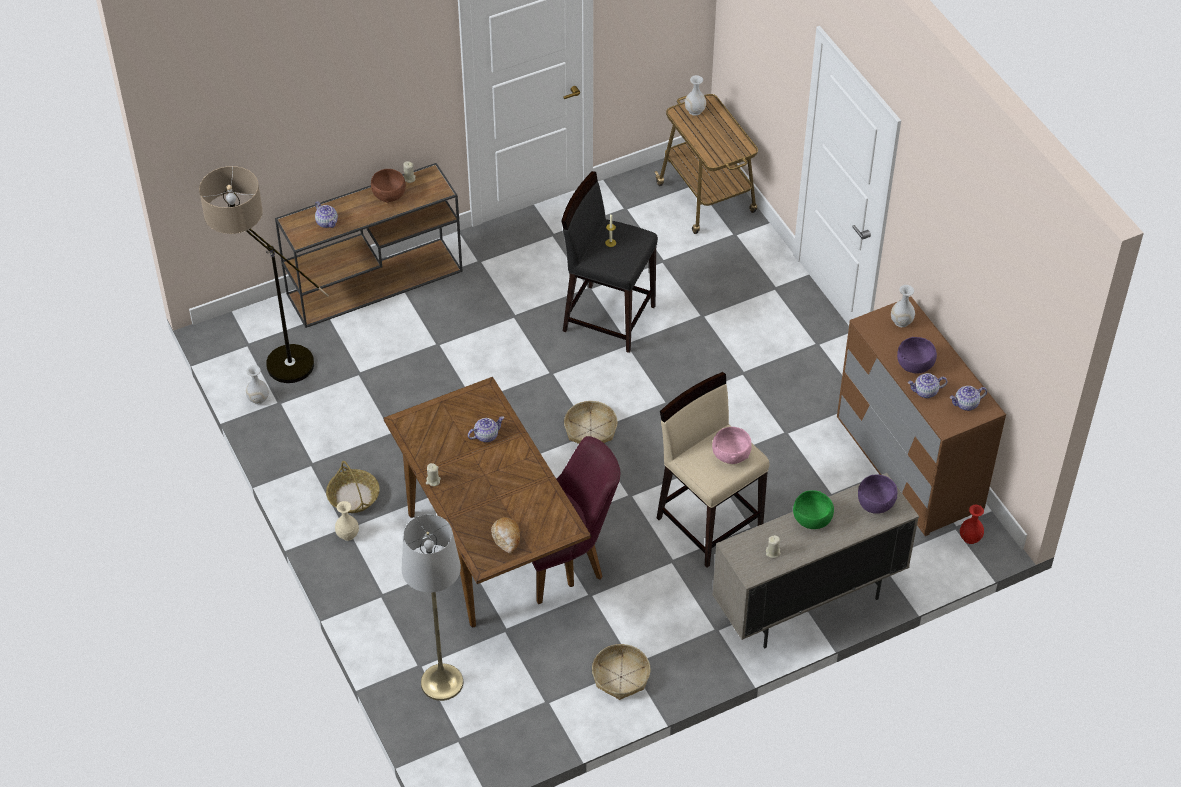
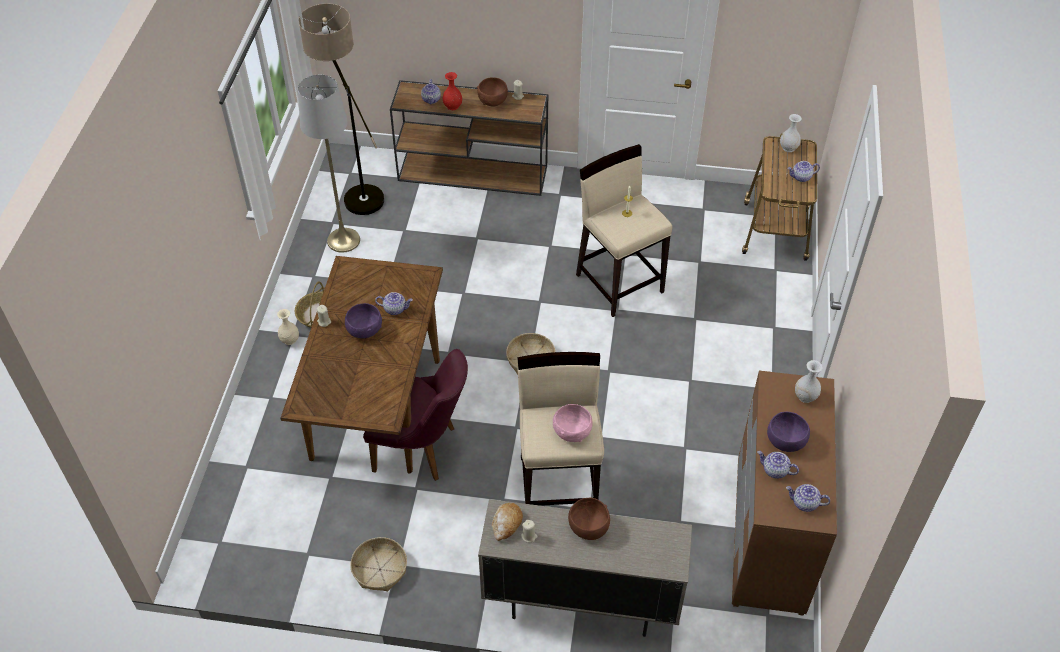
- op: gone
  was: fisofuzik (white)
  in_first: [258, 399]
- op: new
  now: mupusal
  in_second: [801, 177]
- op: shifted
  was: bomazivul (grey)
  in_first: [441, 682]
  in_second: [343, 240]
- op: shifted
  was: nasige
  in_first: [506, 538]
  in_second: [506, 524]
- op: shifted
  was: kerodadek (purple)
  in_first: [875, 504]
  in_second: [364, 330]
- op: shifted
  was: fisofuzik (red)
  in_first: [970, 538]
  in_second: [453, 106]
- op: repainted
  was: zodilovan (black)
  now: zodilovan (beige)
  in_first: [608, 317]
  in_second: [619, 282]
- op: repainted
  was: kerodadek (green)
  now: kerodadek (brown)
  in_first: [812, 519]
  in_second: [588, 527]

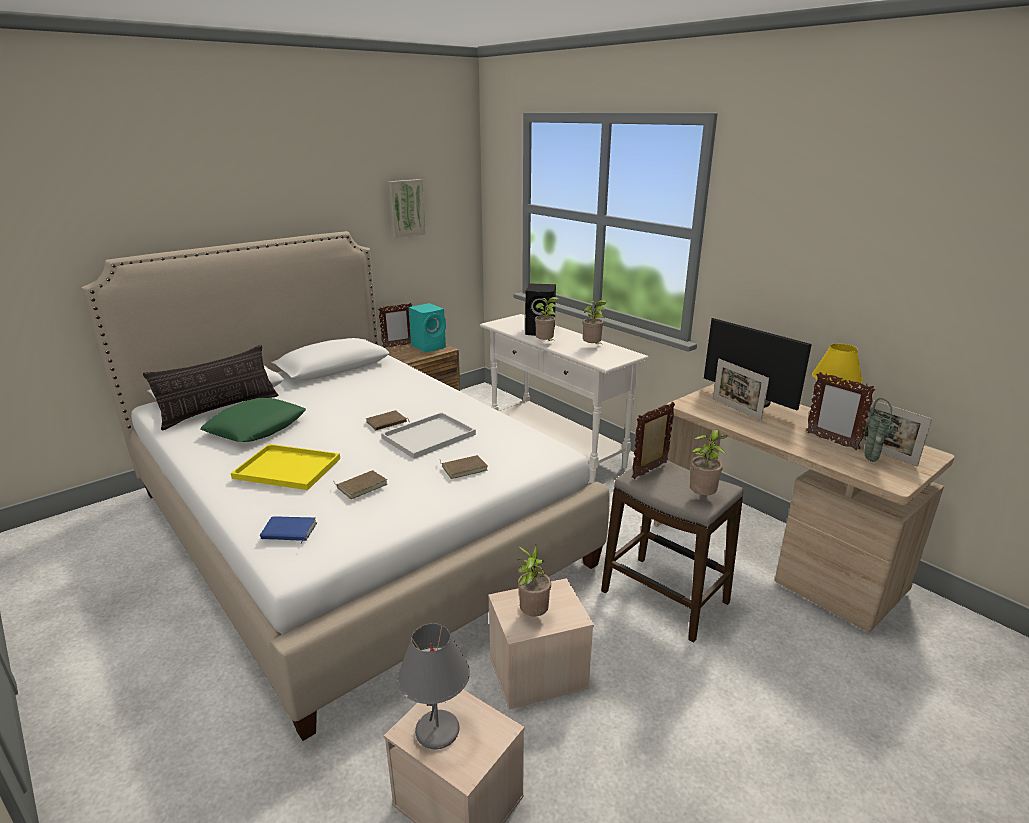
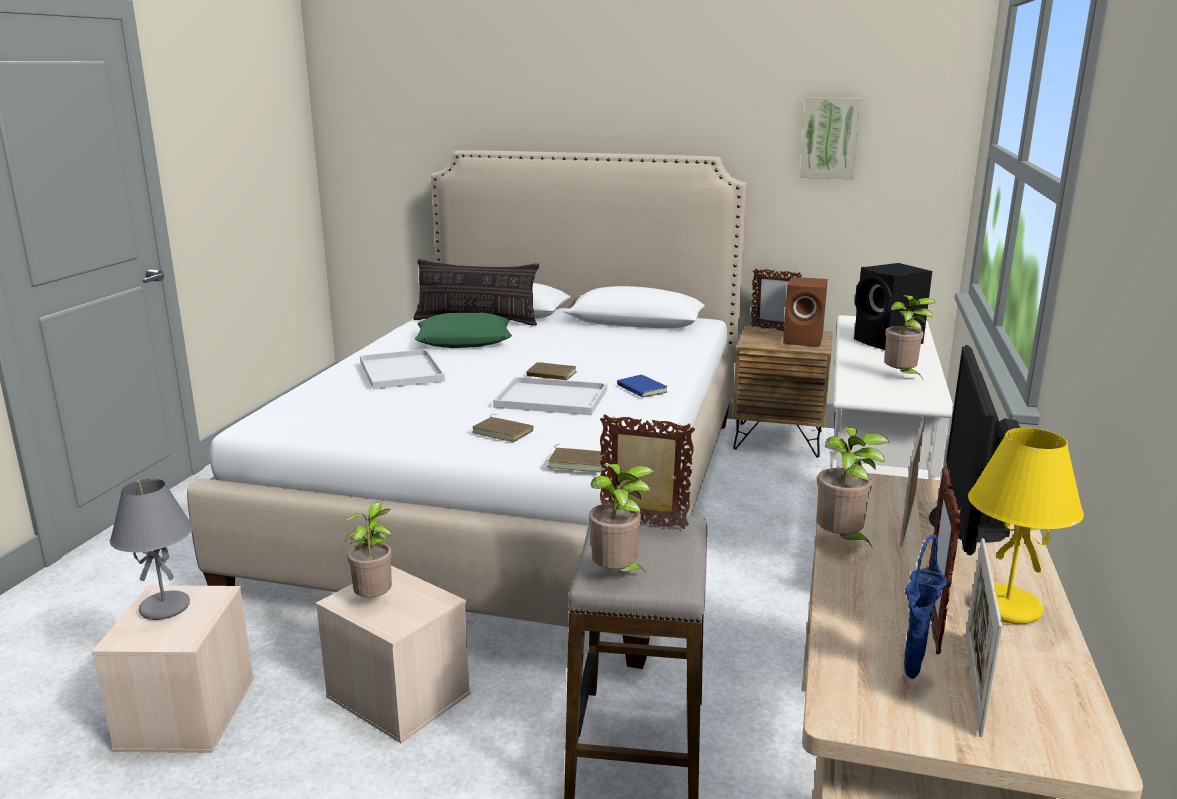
- op: shifted
  was: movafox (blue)
  in_first: [288, 532]
  in_second: [640, 389]
- op: shifted
  was: movafox (brown)
  in_first: [361, 486]
  in_second: [579, 462]
- op: shifted
  was: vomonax
  in_first: [545, 343]
  in_second: [841, 542]
- op: repainted
  was: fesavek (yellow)
  now: fesavek (white)
  in_first: [289, 468]
  in_second: [402, 371]
- op: repainted
  was: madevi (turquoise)
  now: madevi (brown)
  in_first: [429, 346]
  in_second: [804, 340]
- op: repainted
  was: fisofuzik (green)
  now: fisofuzik (blue)
  in_first: [871, 461]
  in_second: [911, 677]

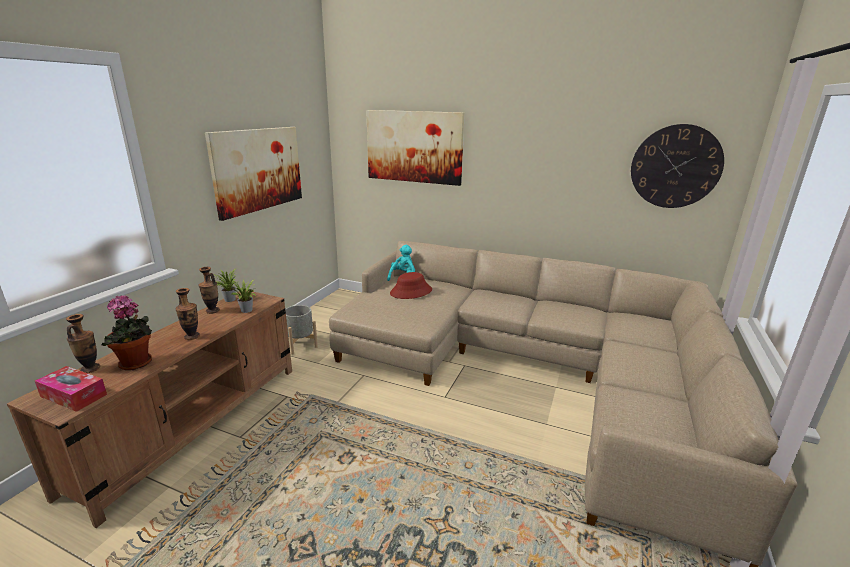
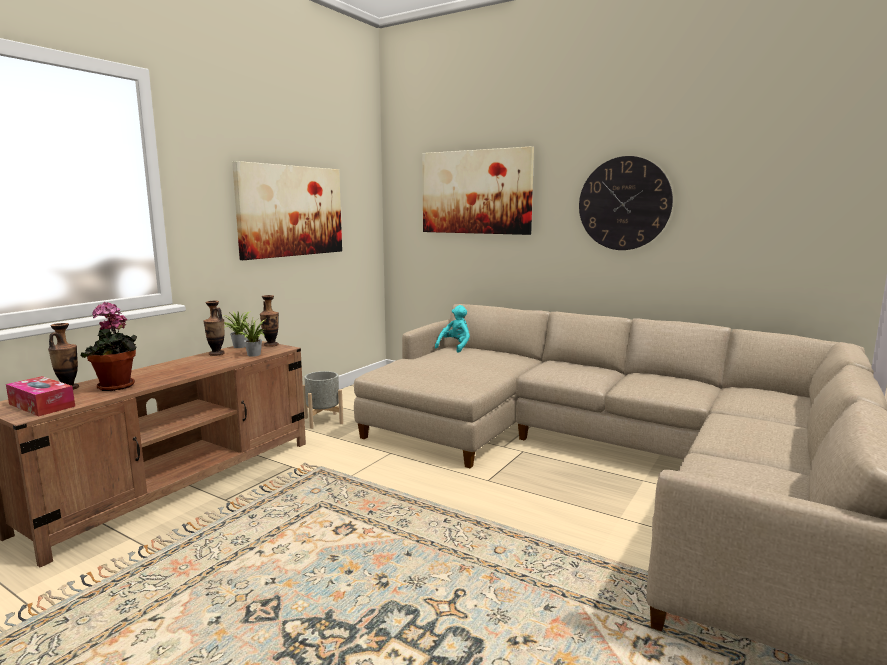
- op: gone
  was: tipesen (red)
  in_first: [411, 292]
- op: shifted
  was: fisofuzik
  in_first: [192, 336]
  in_second: [271, 345]
- op: shifted
  was: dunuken
  in_first: [675, 167]
  in_second: [624, 203]

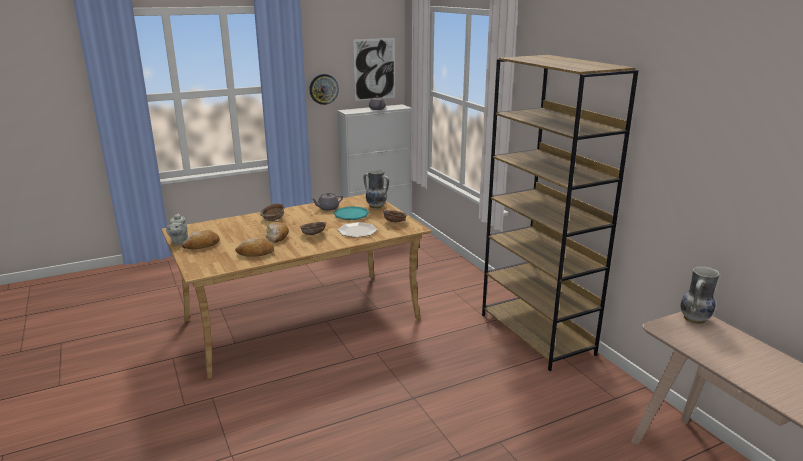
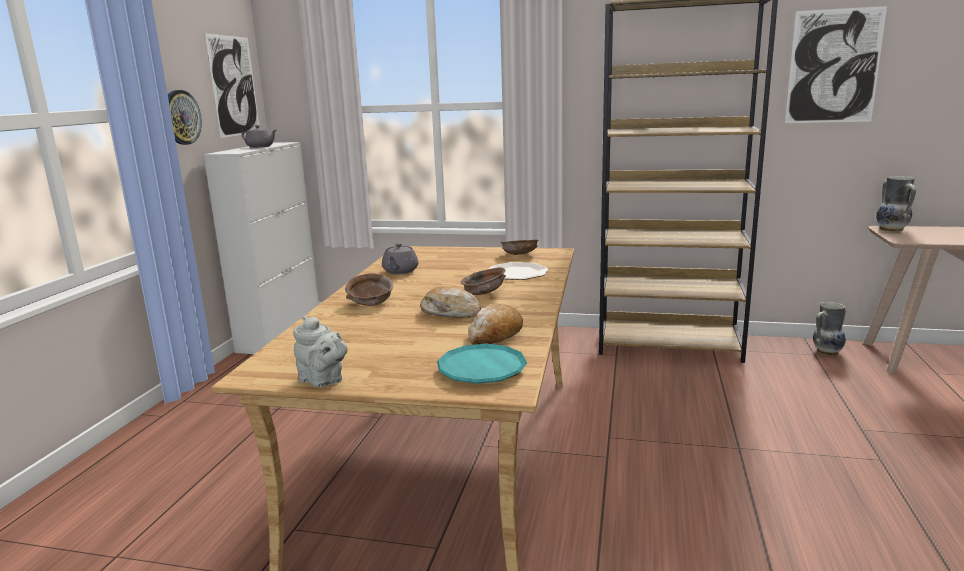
- op: gone
  was: nasige
  in_first: [202, 245]
- op: new
  now: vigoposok
  in_second: [833, 66]
- op: shifted
  was: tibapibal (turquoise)
  in_first: [351, 216]
  in_second: [482, 370]
- op: shifted
  was: fisofuzik
  in_first: [376, 206]
  in_second: [826, 352]

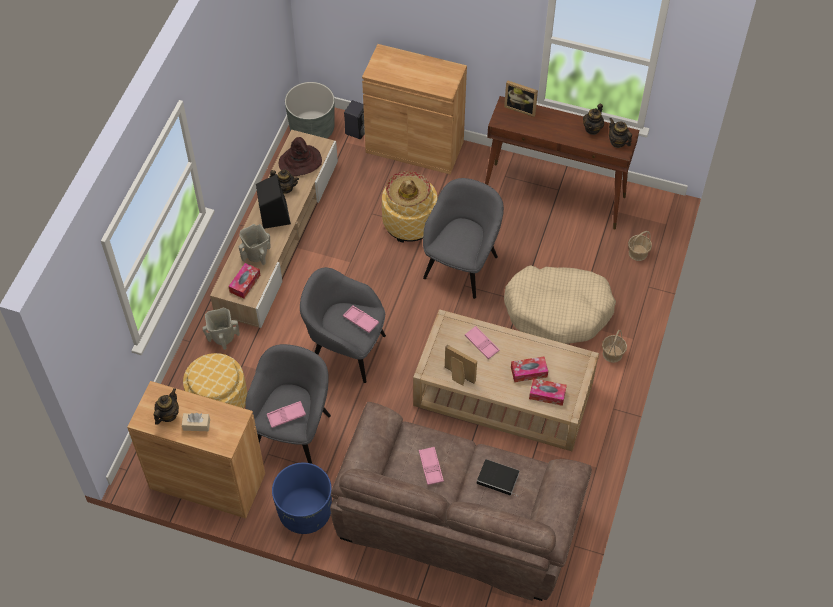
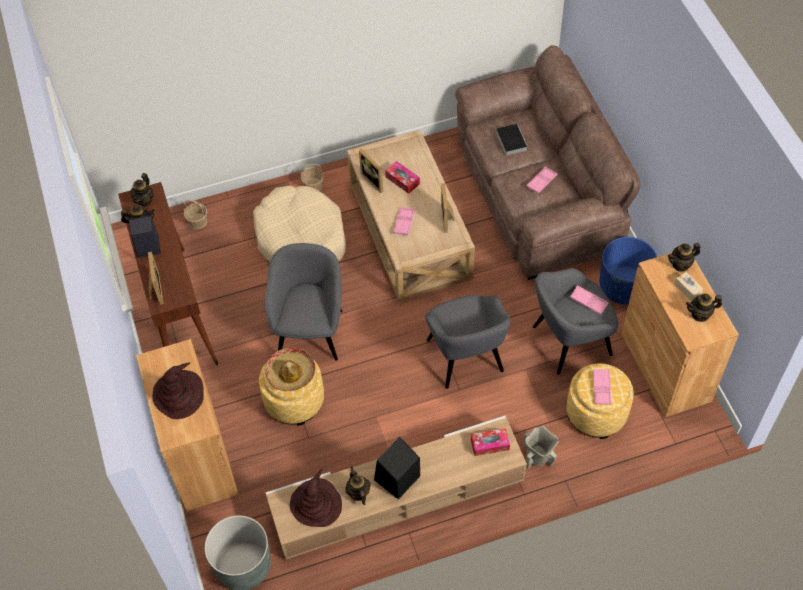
- op: gone
  was: fisofuzik (beige)
  in_first: [256, 255]
- op: gone
  was: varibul
  in_first: [547, 394]
- op: new
  now: tipesen (brown)
  in_second: [179, 395]
- op: new
  now: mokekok
  in_second: [375, 180]
- op: new
  now: mupusal
  in_second: [681, 264]
- op: shifted
  was: fesavek (pink)
  in_first: [360, 320]
  in_second: [601, 388]
- op: shifted
  was: madevi (black)
  in_first: [357, 129]
  in_second: [147, 248]
- op: rotated
  was: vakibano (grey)
  in_first: [461, 265]
  in_second: [310, 331]
  clockwise: 105

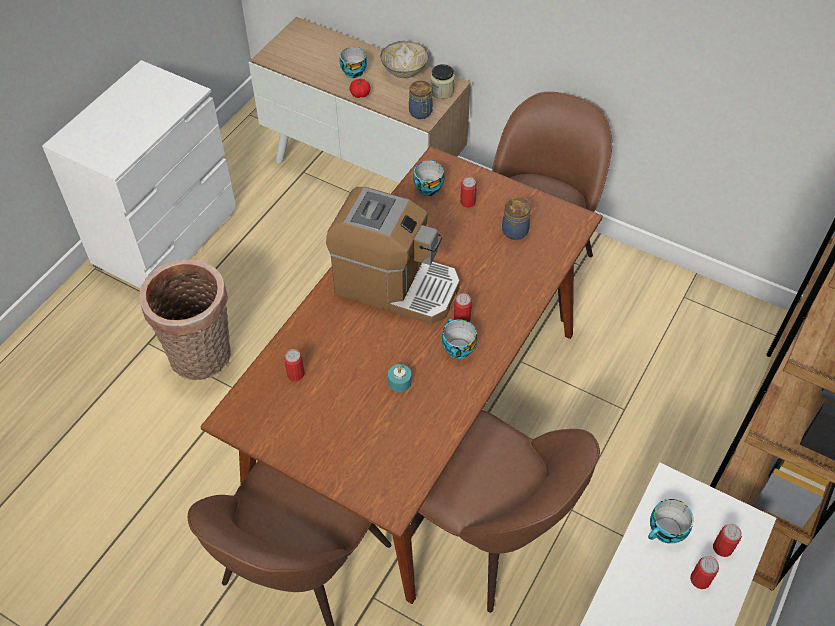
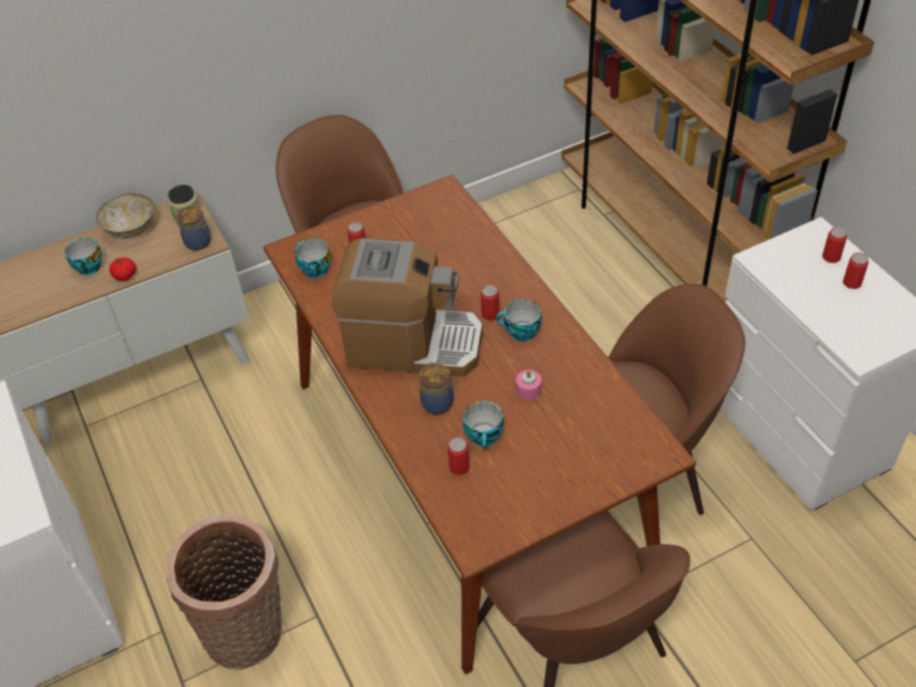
- op: shifted
  was: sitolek
  in_first: [516, 230]
  in_second: [437, 401]
- op: shifted
  was: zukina
  in_first: [666, 532]
  in_second: [485, 437]
- op: repainted
  was: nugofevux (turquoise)
  now: nugofevux (pink)
  in_first: [399, 382]
  in_second: [528, 390]
- op: rotated
  was: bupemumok
  in_first: [396, 285]
  in_second: [413, 344]
  clockwise: 45

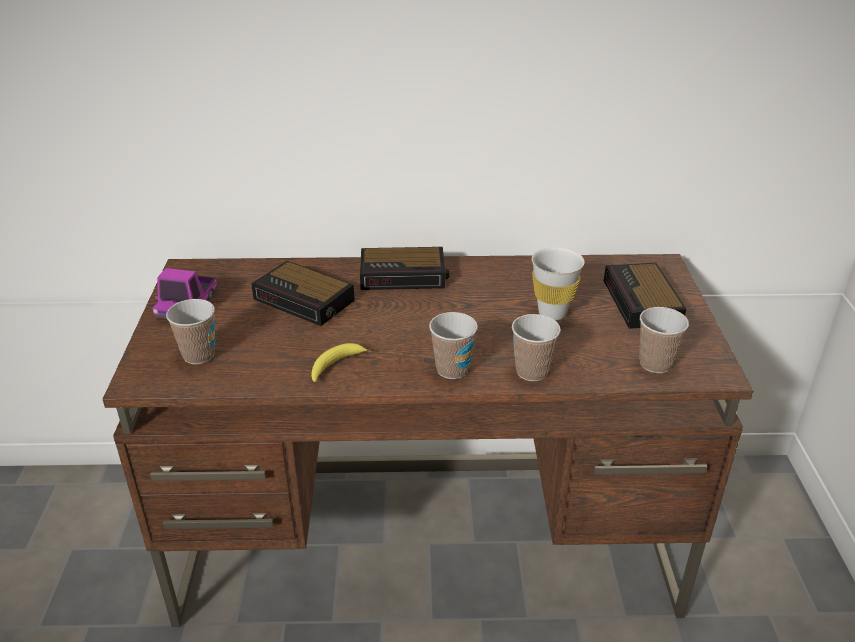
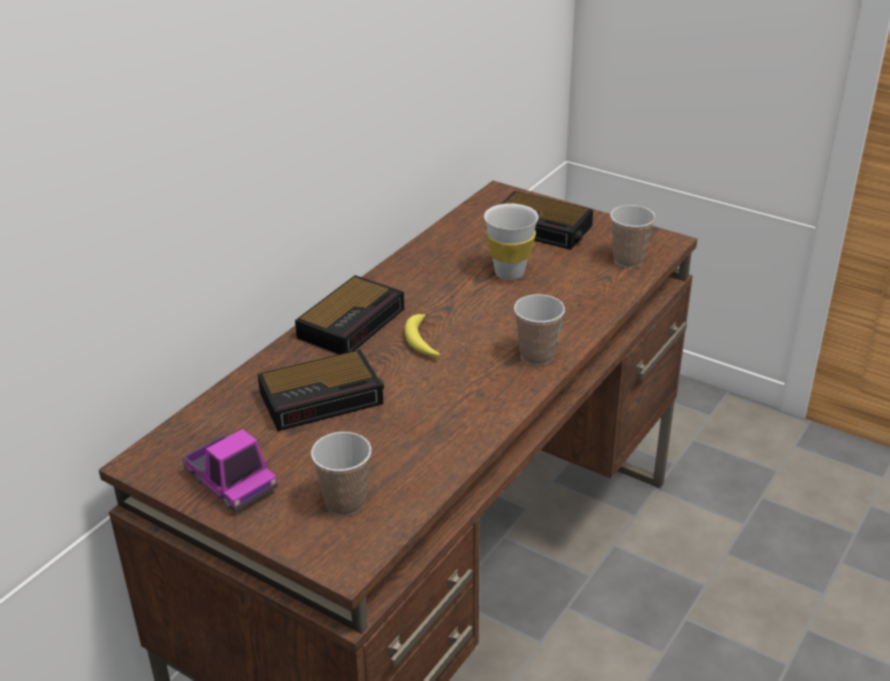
- op: gone
  was: zukina
  in_first: [532, 371]
- op: shifted
  was: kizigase
  in_first: [335, 366]
  in_second: [421, 341]

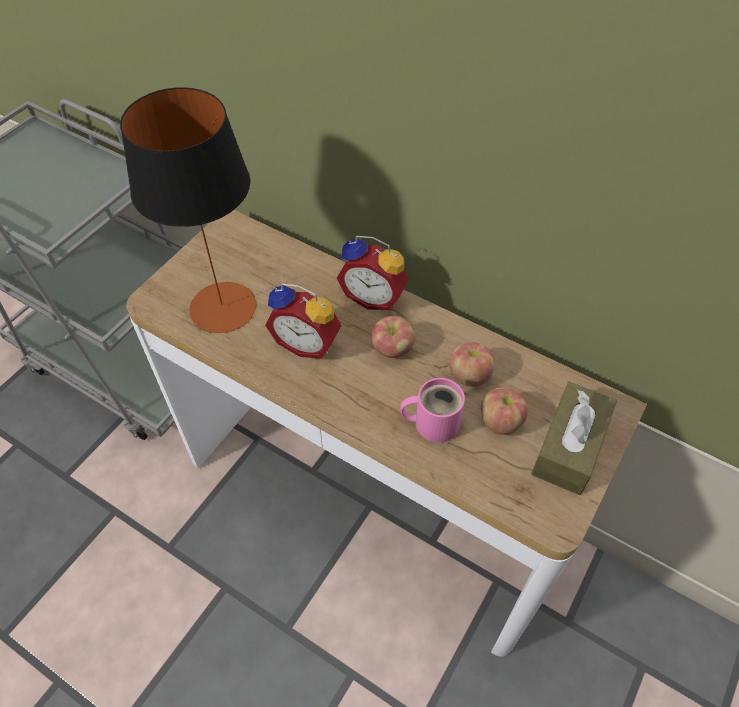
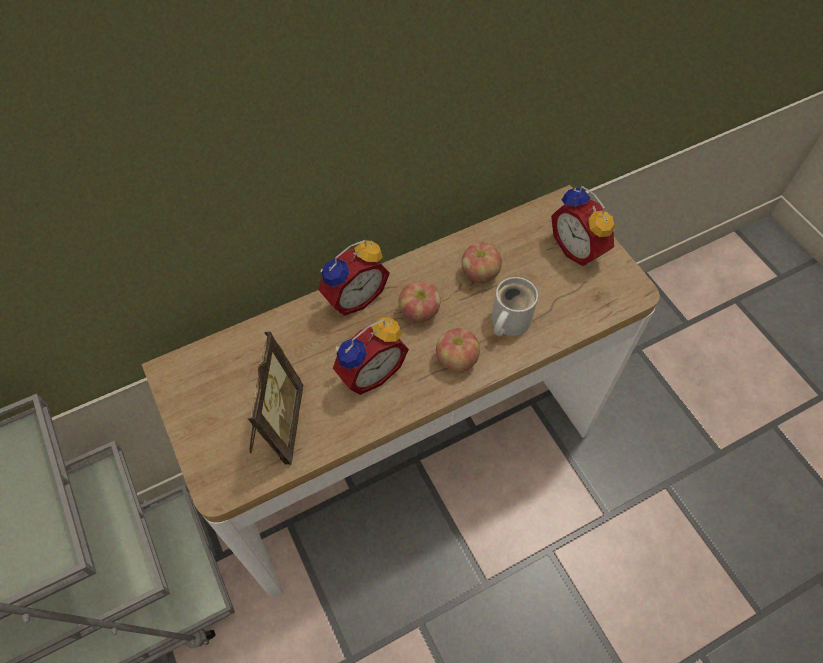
- op: shifted
  was: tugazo
  in_first: [500, 421]
  in_second: [456, 360]
- op: swapped
  was: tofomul
  now: mokekok
  in_first: [222, 307]
  in_second: [277, 424]
- op: swapped
  was: varibul (brown)
  now: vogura
  in_first: [569, 447]
  in_second: [579, 248]
- op: repainted
  was: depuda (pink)
  now: depuda (white)
  in_first: [432, 421]
  in_second: [507, 321]

